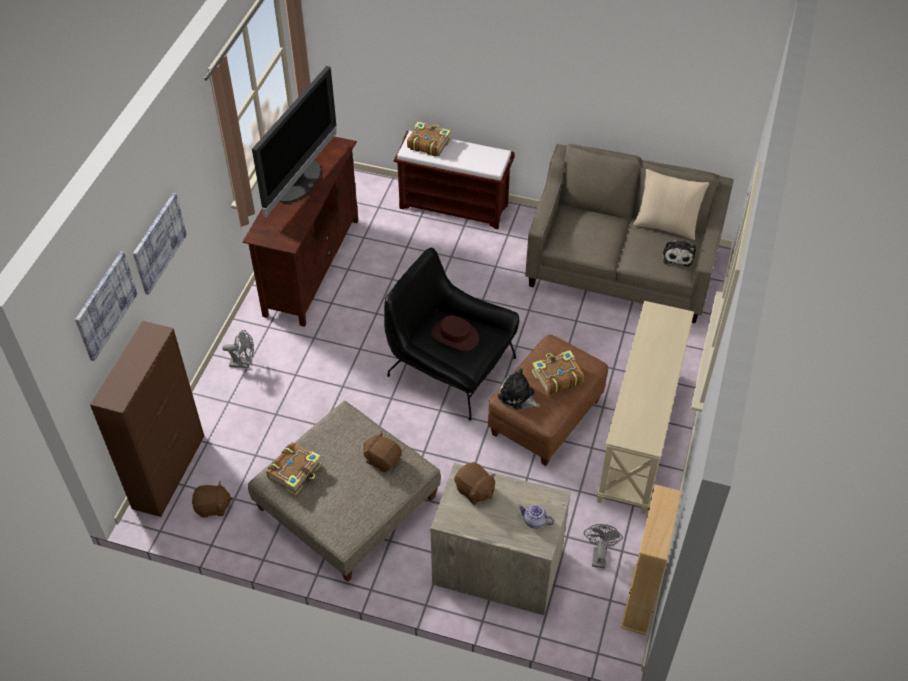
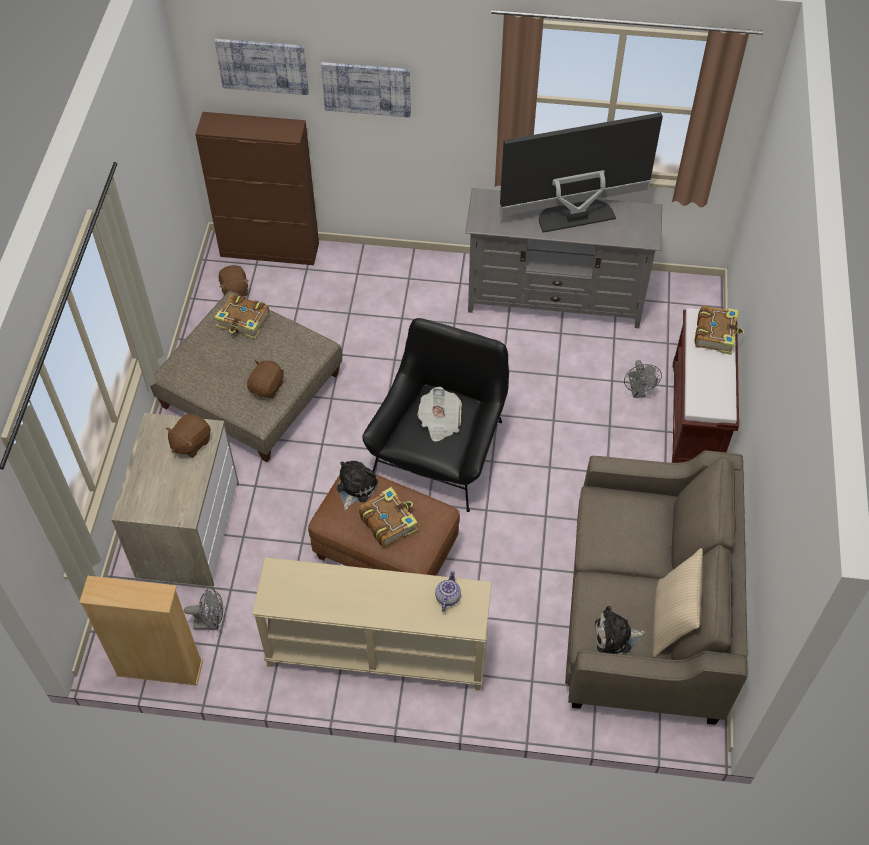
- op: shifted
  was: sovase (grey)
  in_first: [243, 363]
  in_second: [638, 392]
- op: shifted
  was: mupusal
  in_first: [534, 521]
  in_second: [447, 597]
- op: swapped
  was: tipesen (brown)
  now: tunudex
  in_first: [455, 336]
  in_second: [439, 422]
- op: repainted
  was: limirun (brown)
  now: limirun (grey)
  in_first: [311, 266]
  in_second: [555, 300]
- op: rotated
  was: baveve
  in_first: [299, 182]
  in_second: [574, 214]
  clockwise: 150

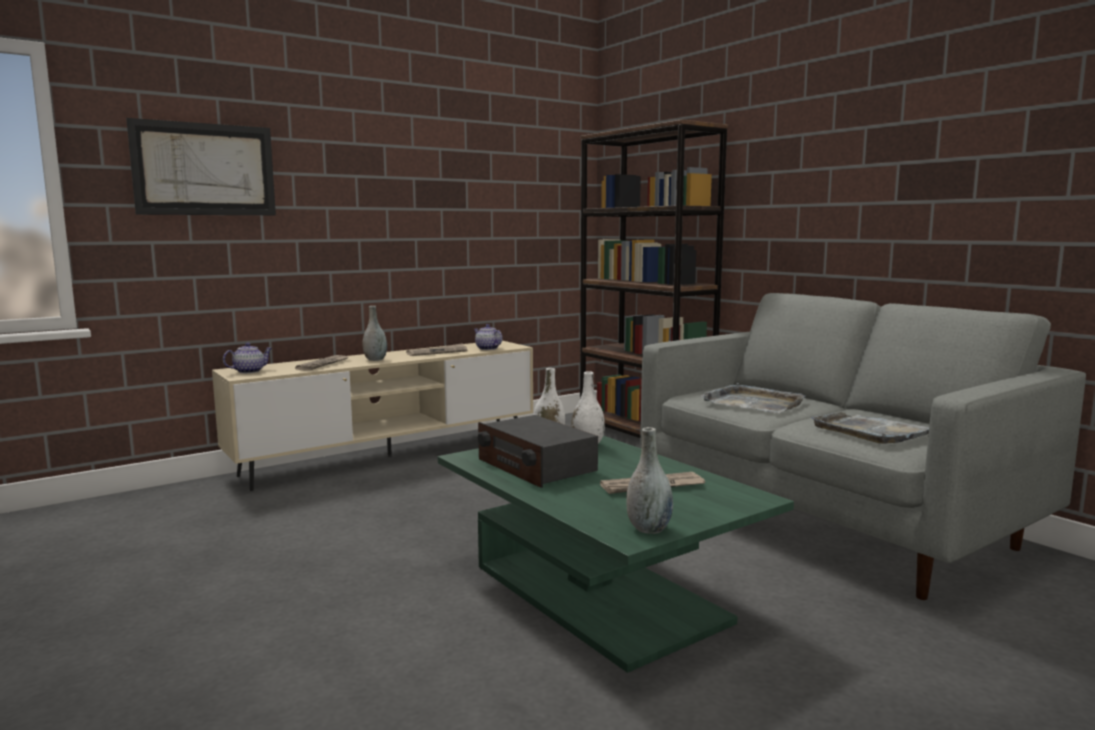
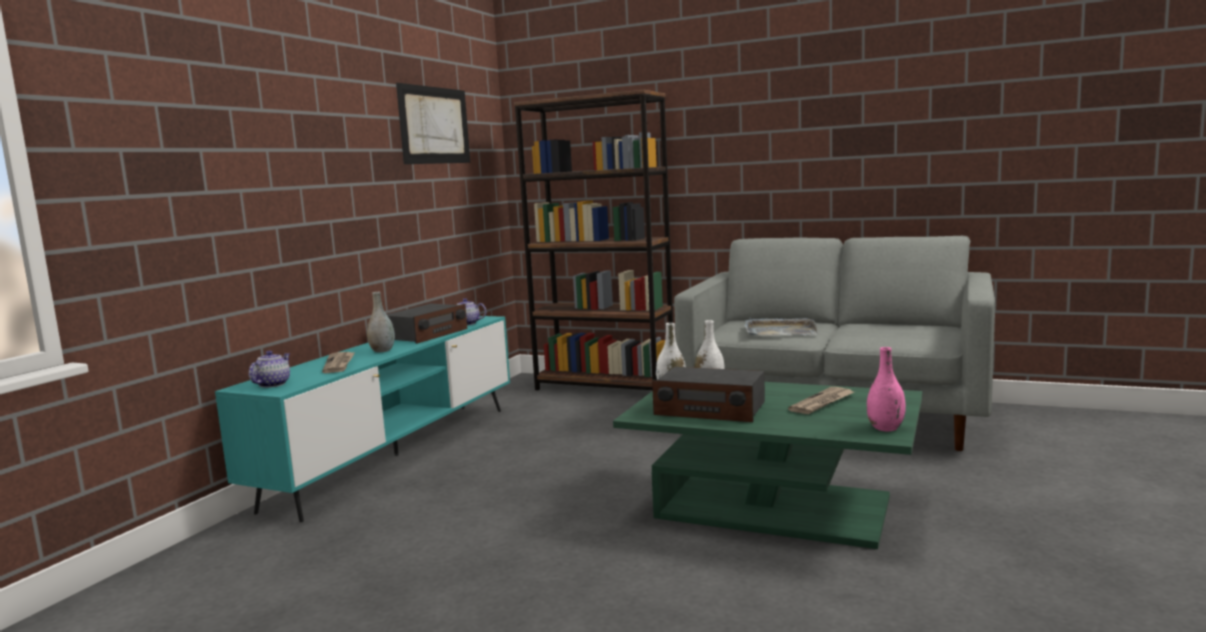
- op: gone
  was: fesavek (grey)
  in_first: [873, 431]
- op: shifted
  was: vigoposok
  in_first: [205, 169]
  in_second: [434, 125]
- op: swapped
  was: tunudex
  now: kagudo
  in_first: [437, 352]
  in_second: [426, 334]
- op: repainted
  was: limirun (beige)
  now: limirun (turquoise)
  in_first: [390, 456]
  in_second: [397, 455]
- op: repainted
  was: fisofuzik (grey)
  now: fisofuzik (pink)
  in_first: [648, 529]
  in_second: [885, 428]

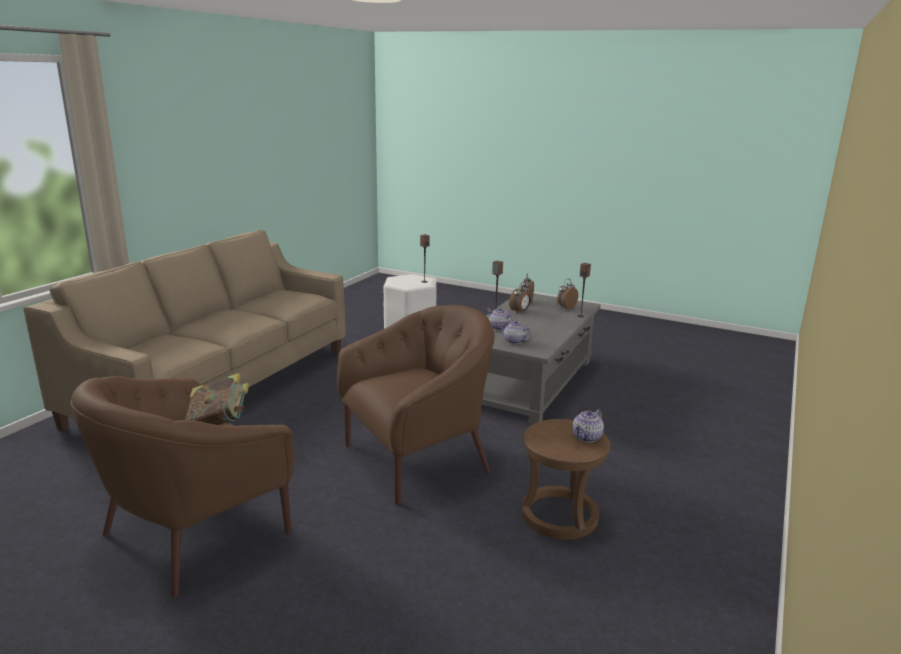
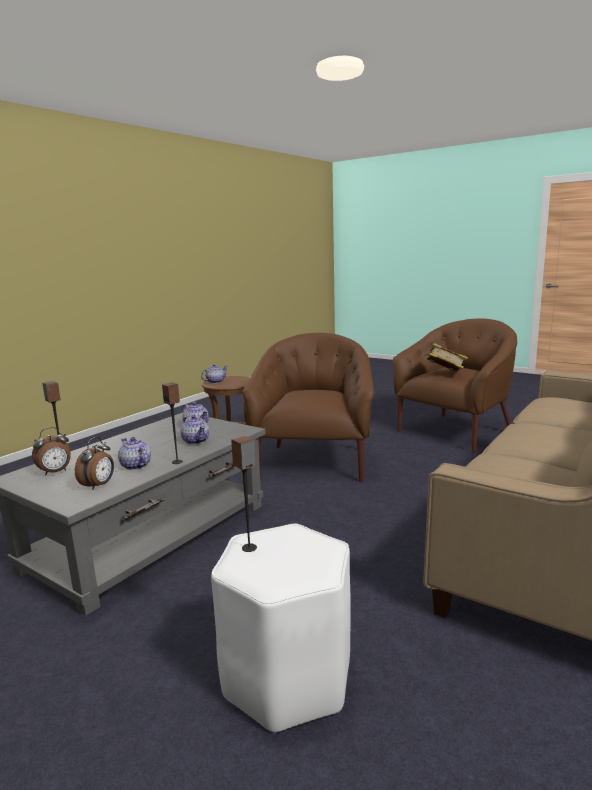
- op: swapped
  was: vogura
  now: mupusal
  in_first: [520, 311]
  in_second: [135, 466]
- op: rotated
  was: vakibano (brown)
  in_first: [418, 459]
  in_second: [314, 462]
  clockwise: 120

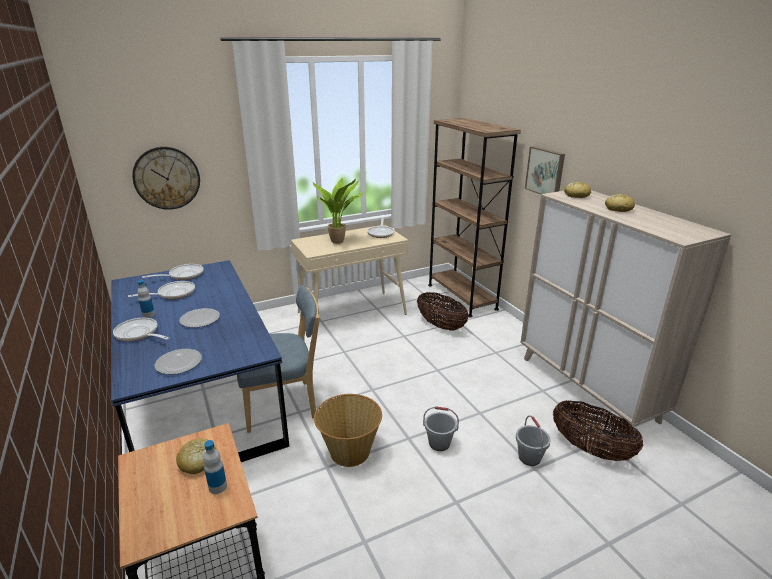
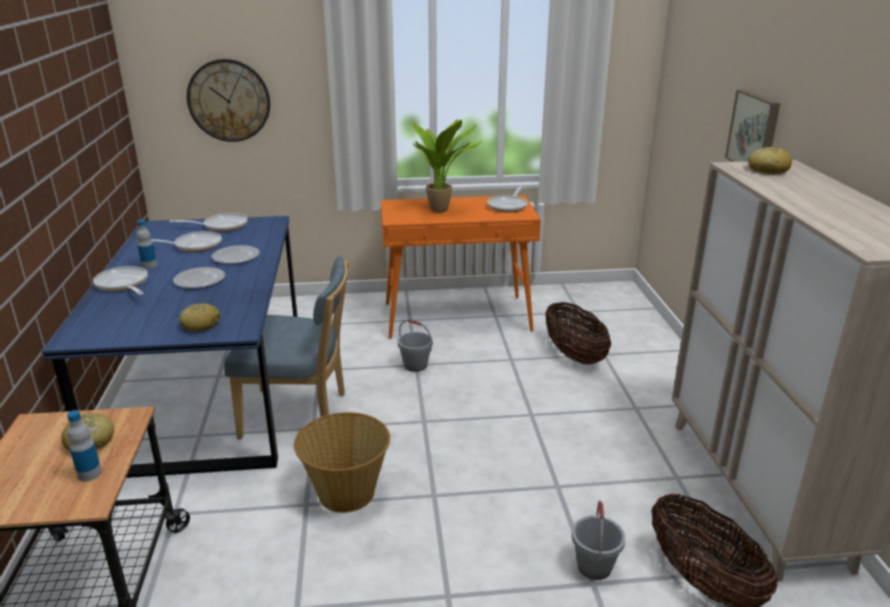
- op: gone
  was: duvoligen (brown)
  in_first: [461, 297]
- op: shifted
  was: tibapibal
  in_first: [179, 363]
  in_second: [236, 256]
- op: shifted
  was: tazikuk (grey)
  in_first: [439, 443]
  in_second: [416, 365]
- op: shifted
  was: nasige
  in_first: [618, 209]
  in_second: [201, 325]
- op: repainted
  was: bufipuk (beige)
  now: bufipuk (orange)
  in_first: [352, 313]
  in_second: [457, 317]

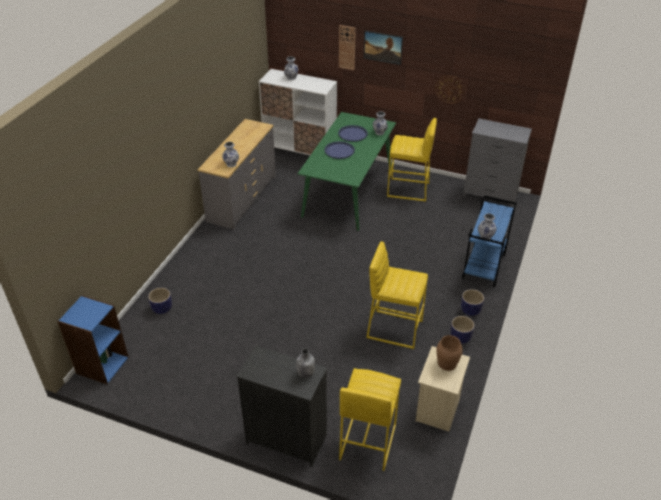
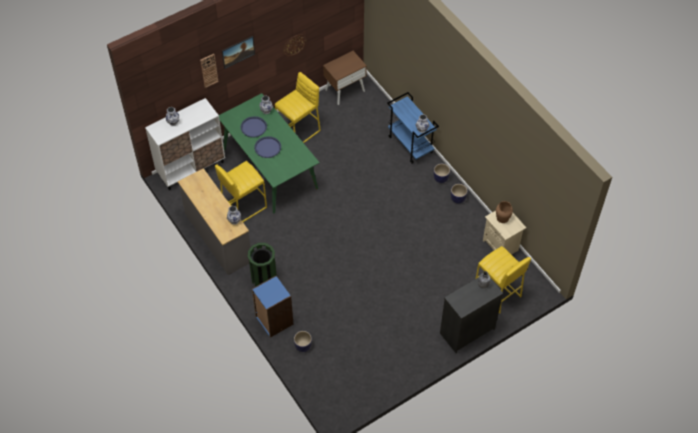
- op: new
  now: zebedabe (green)
  in_second: [264, 279]
- op: shifted
  was: duvoligen (blue)
  in_first: [102, 365]
  in_second: [274, 320]
- op: shifted
  was: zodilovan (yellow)
  in_first: [394, 328]
  in_second: [243, 206]
- op: swapped
  was: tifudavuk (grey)
  now: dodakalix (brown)
  in_first: [490, 194]
  in_second: [345, 90]

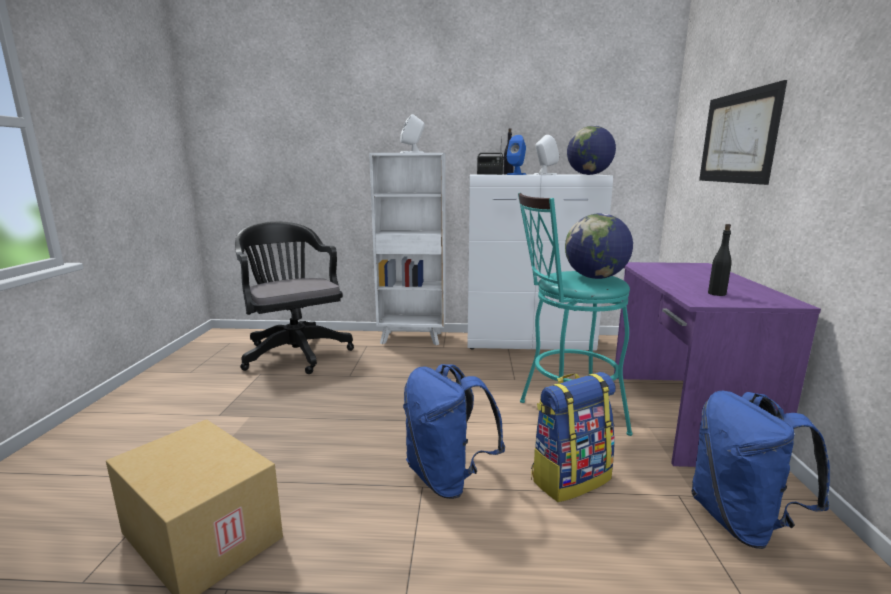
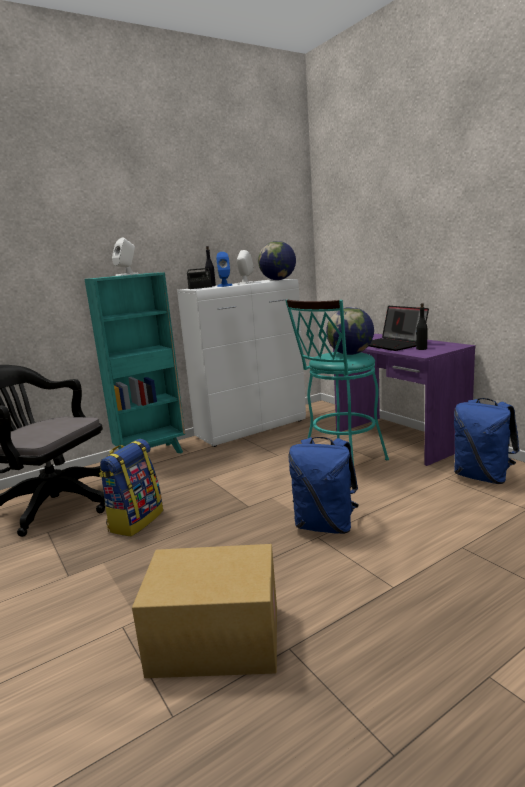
- op: gone
  was: vigoposok
  in_first: [737, 137]
- op: new
  now: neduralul
  in_second: [393, 344]
- op: shifted
  was: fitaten
  in_first: [570, 478]
  in_second: [135, 520]
- op: repainted
  was: duvoligen (white)
  now: duvoligen (turquoise)
  in_first: [412, 338]
  in_second: [152, 455]

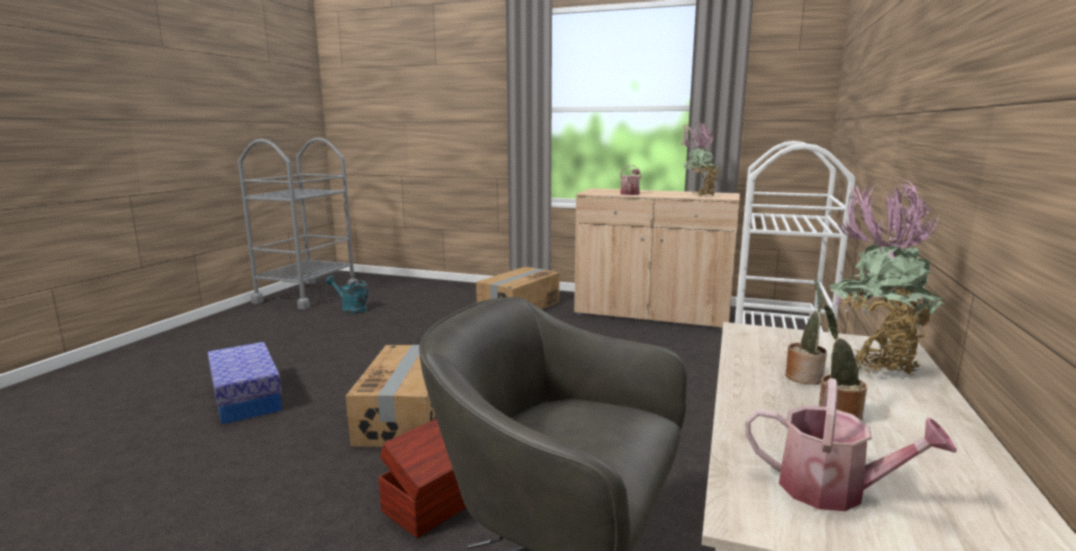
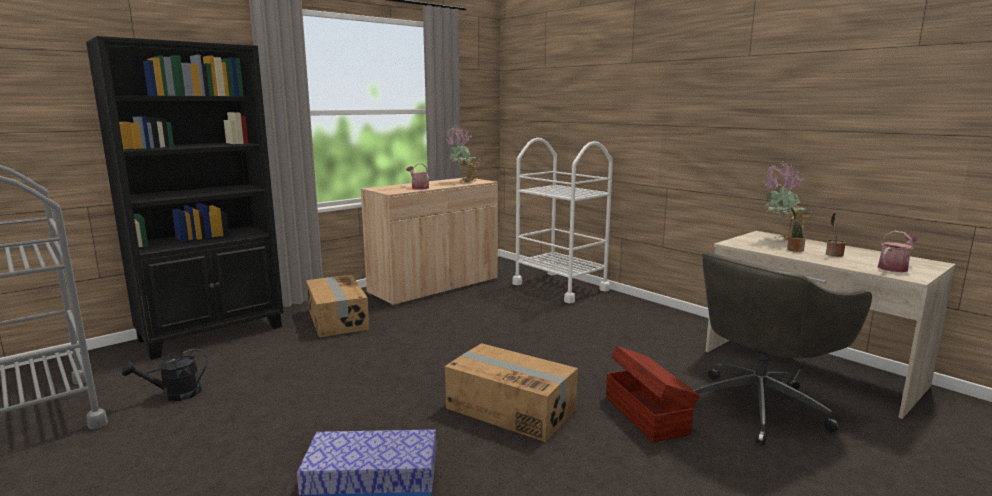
- op: new
  now: duvoligen (black)
  in_second: [213, 333]
- op: repainted
  was: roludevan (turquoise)
  now: roludevan (black)
  in_first: [350, 309]
  in_second: [174, 395]

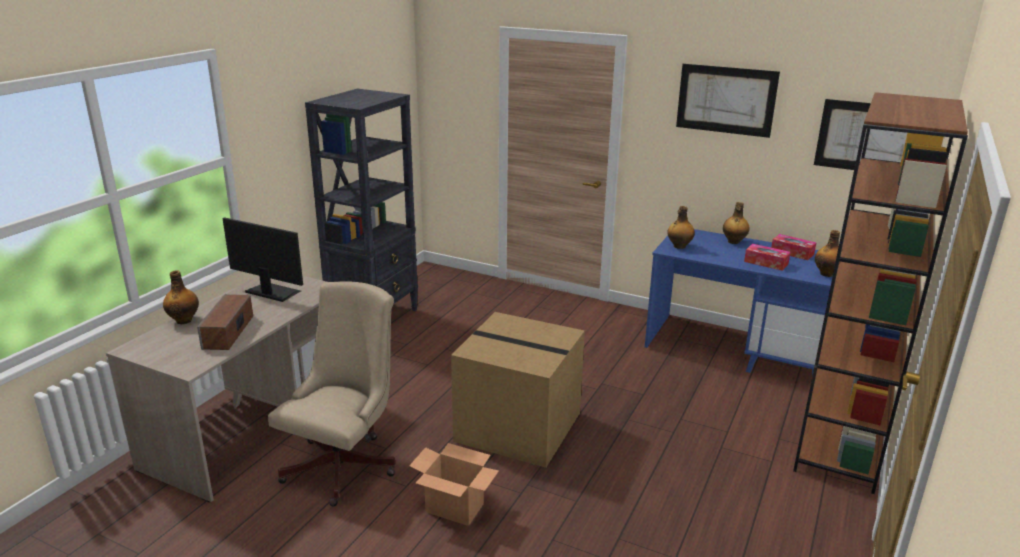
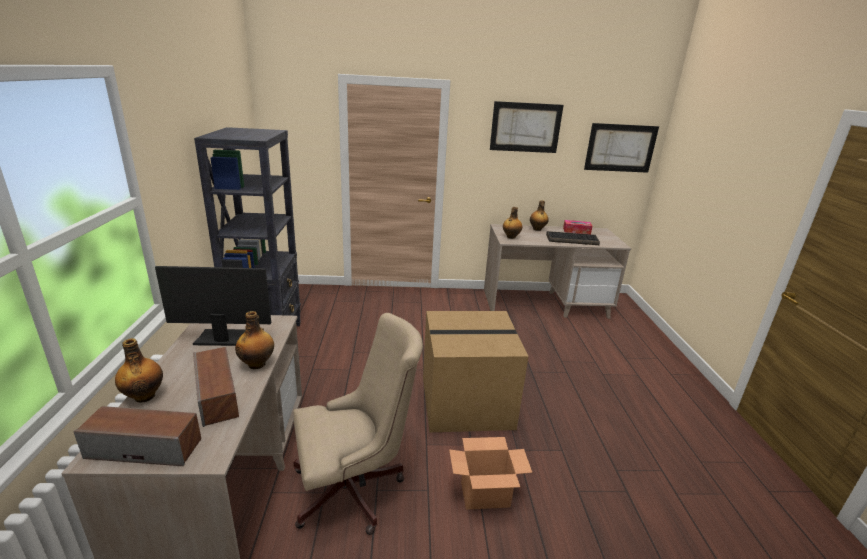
- op: gone
  was: duvoligen (brown)
  in_first: [841, 442]
- op: new
  now: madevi
  in_second: [145, 448]
- op: shifted
  was: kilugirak
  in_first: [827, 274]
  in_second: [257, 364]
- op: swapped
  was: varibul
  now: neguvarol
  in_first: [766, 262]
  in_second: [572, 239]
- op: repainted
  was: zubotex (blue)
  now: zubotex (beige)
  in_first: [738, 350]
  in_second: [545, 304]
- op: rotated
  was: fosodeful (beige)
  in_first: [345, 463]
  in_second: [355, 489]
  clockwise: 75

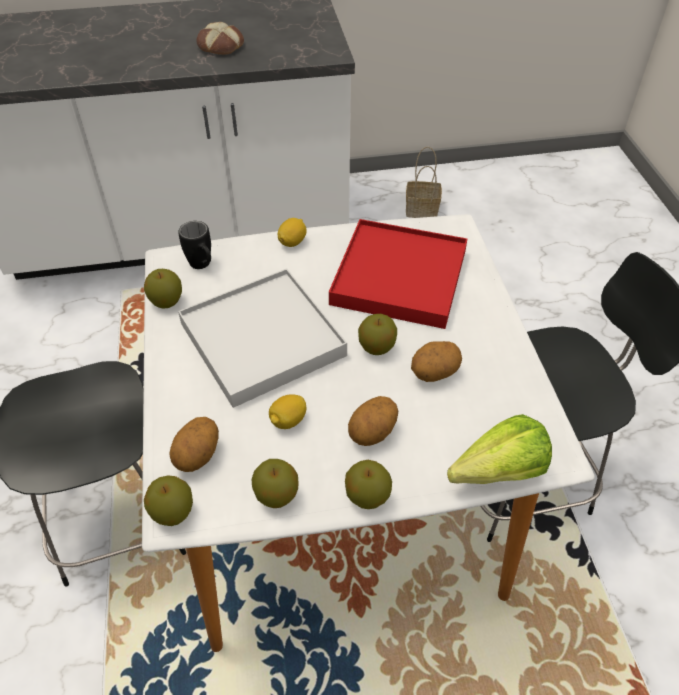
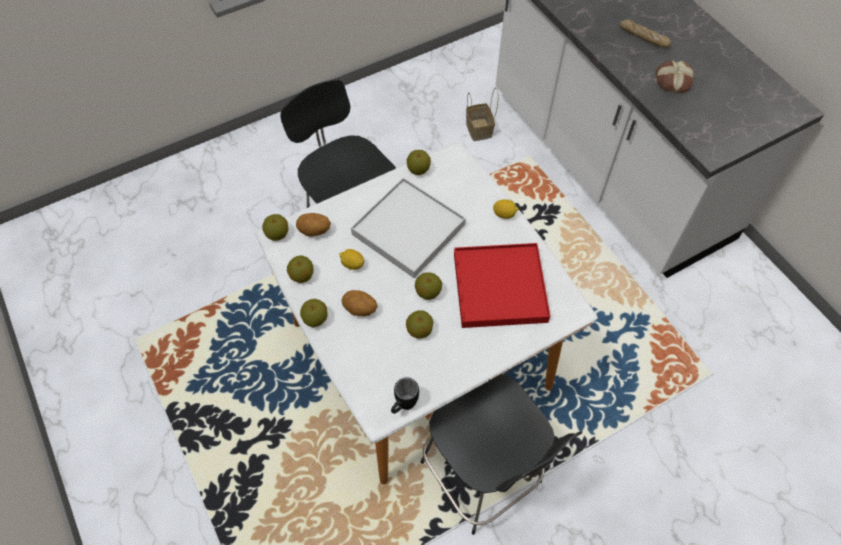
- op: gone
  was: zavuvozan
  in_first: [489, 473]
- op: new
  now: nasige
  in_second: [643, 37]
- op: shifted
  was: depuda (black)
  in_first: [203, 266]
  in_second: [403, 406]
- op: shifted
  was: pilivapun
  in_first: [423, 210]
  in_second: [480, 130]
- op: swapped
  was: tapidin
  now: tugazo
  in_first: [434, 373]
  in_second: [419, 331]

